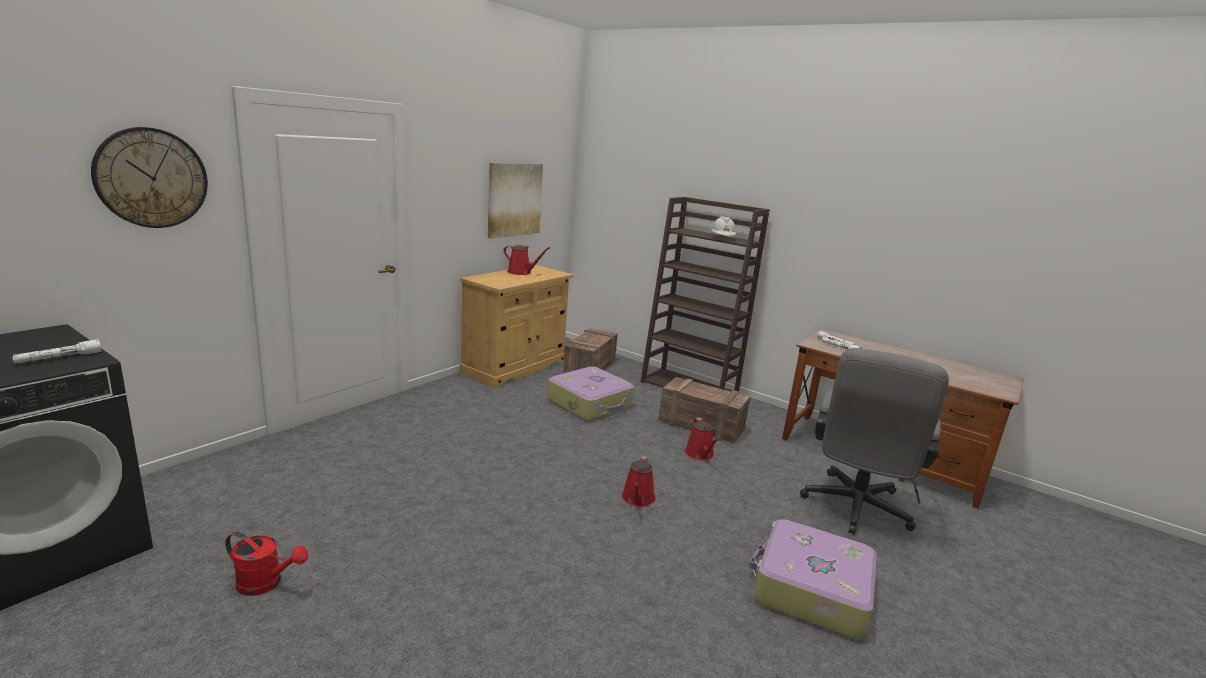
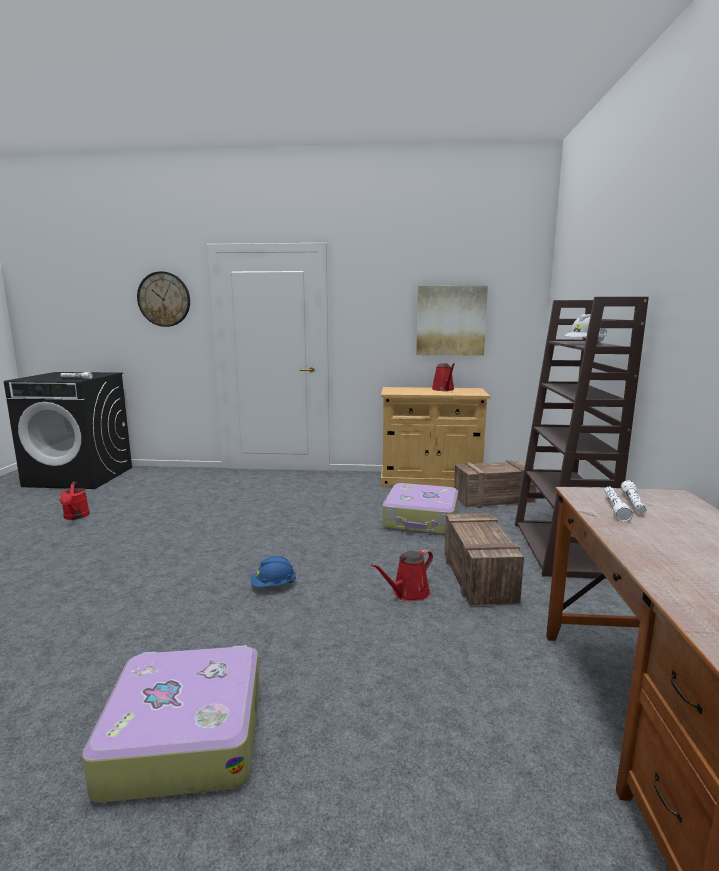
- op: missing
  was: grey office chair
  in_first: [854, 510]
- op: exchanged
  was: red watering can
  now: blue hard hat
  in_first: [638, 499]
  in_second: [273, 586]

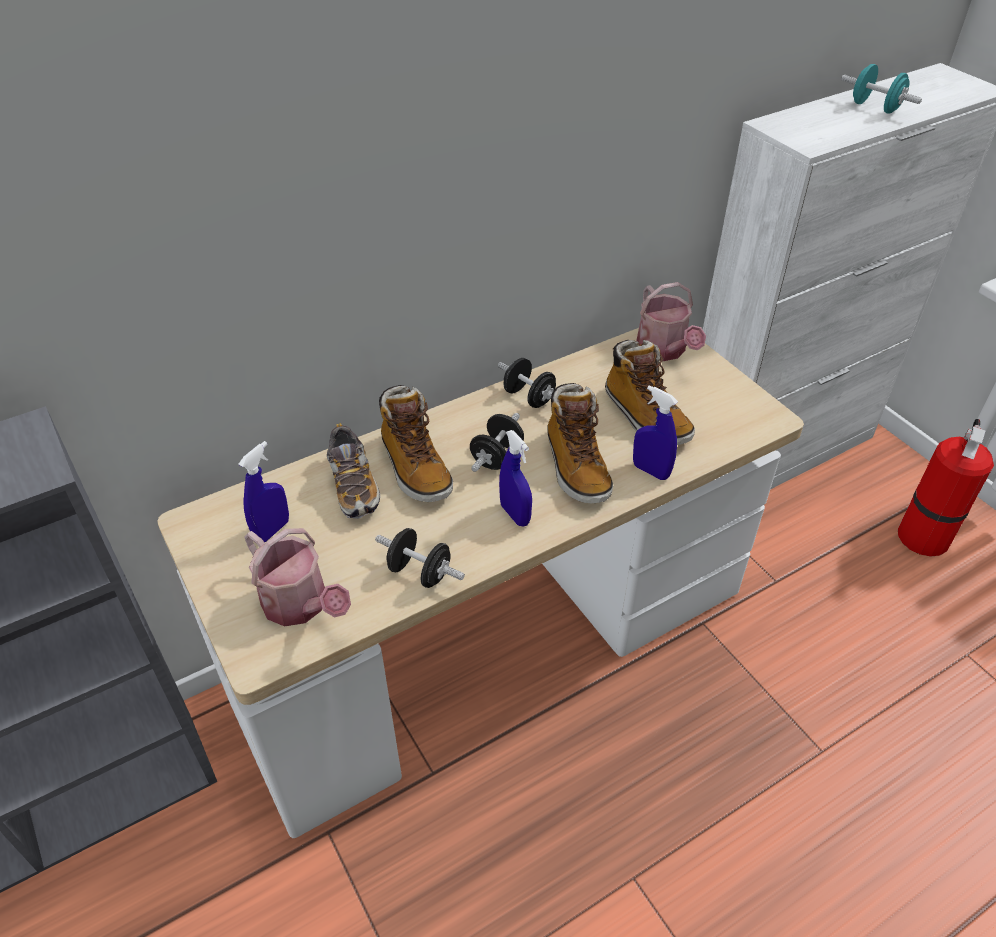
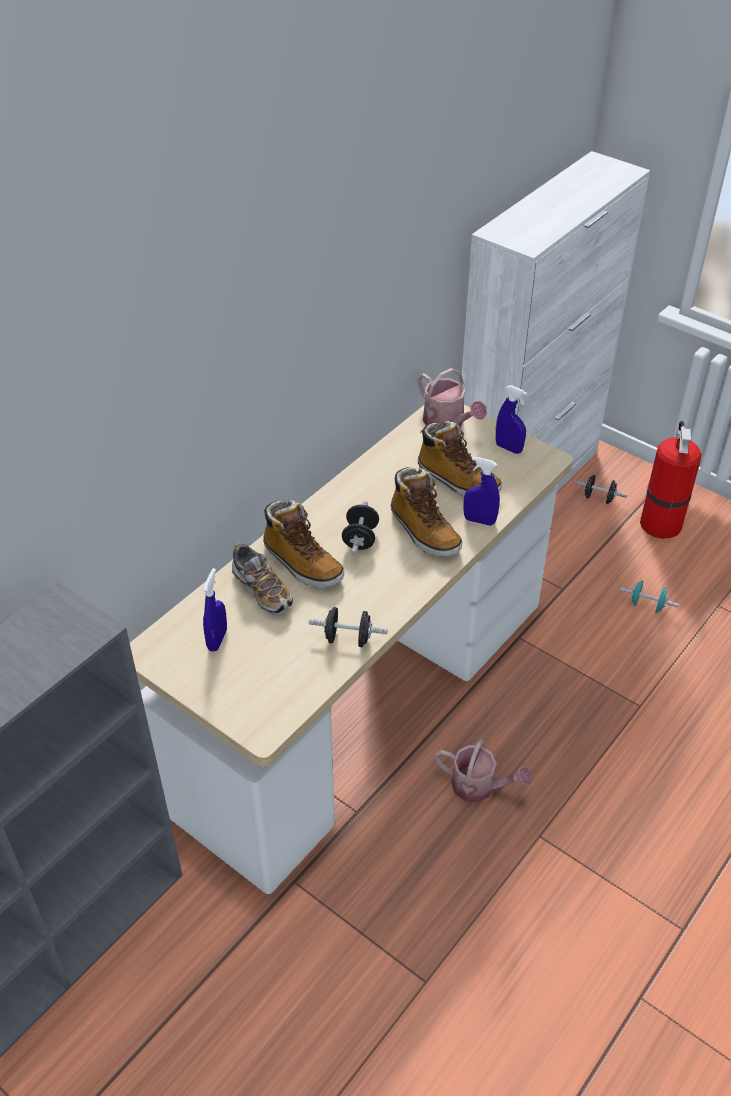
- op: relocated
  was: turquoise dumbbell
  in_first: [875, 107]
  in_second: [647, 605]
- op: relocated
  was: black dumbbell
  in_first: [529, 397]
  in_second: [598, 498]
- op: relocated
  was: blue spray bottle
  in_first: [515, 514]
  in_second: [508, 448]
- op: relocated
  was: watering can
  in_first: [301, 605]
  in_second: [479, 786]

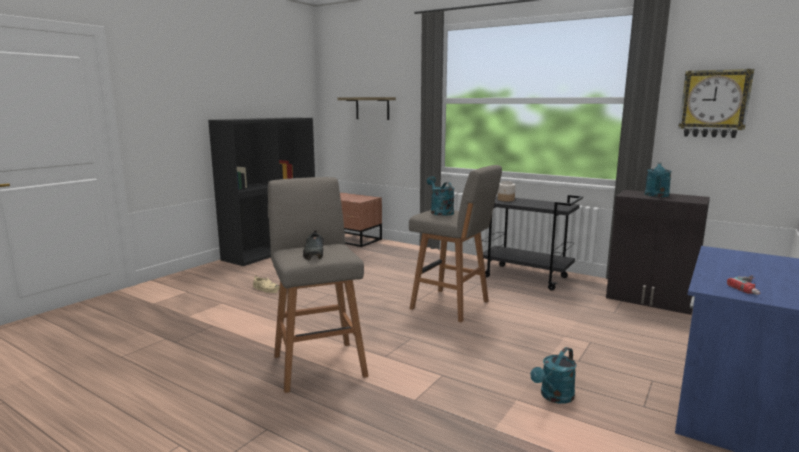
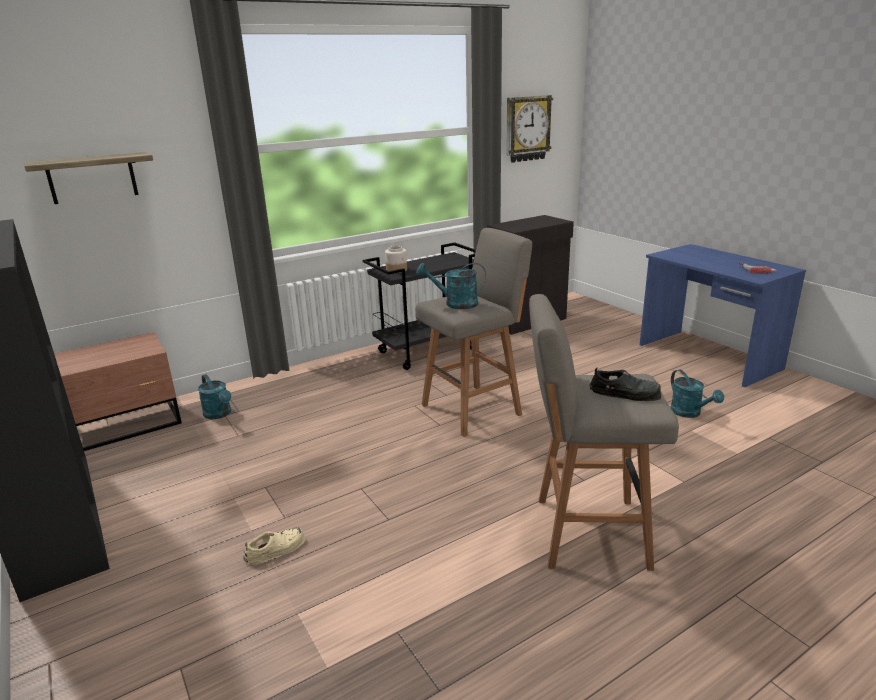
- op: relocated
  was: turquoise watering can
  in_first: [656, 195]
  in_second: [219, 414]

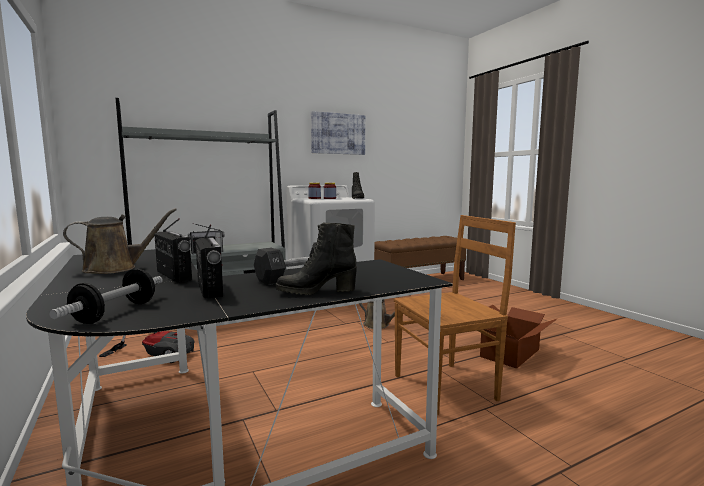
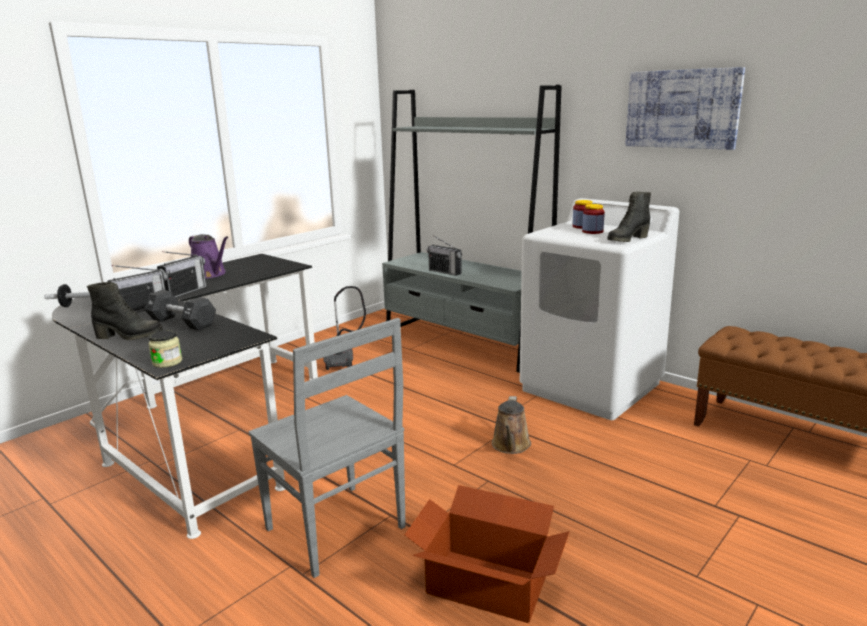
- op: colour
  was: brown watering can
  now: purple watering can
  in_first: [116, 268]
  in_second: [210, 274]
- op: colour
  was: brown chair
  now: grey chair
  in_first: [447, 387]
  in_second: [337, 530]
- op: spun
  was: black boot
  in_first: [316, 291]
  in_second: [129, 336]
  clockwise: 120
- op: appeared
  now: jar
  in_second: [167, 362]

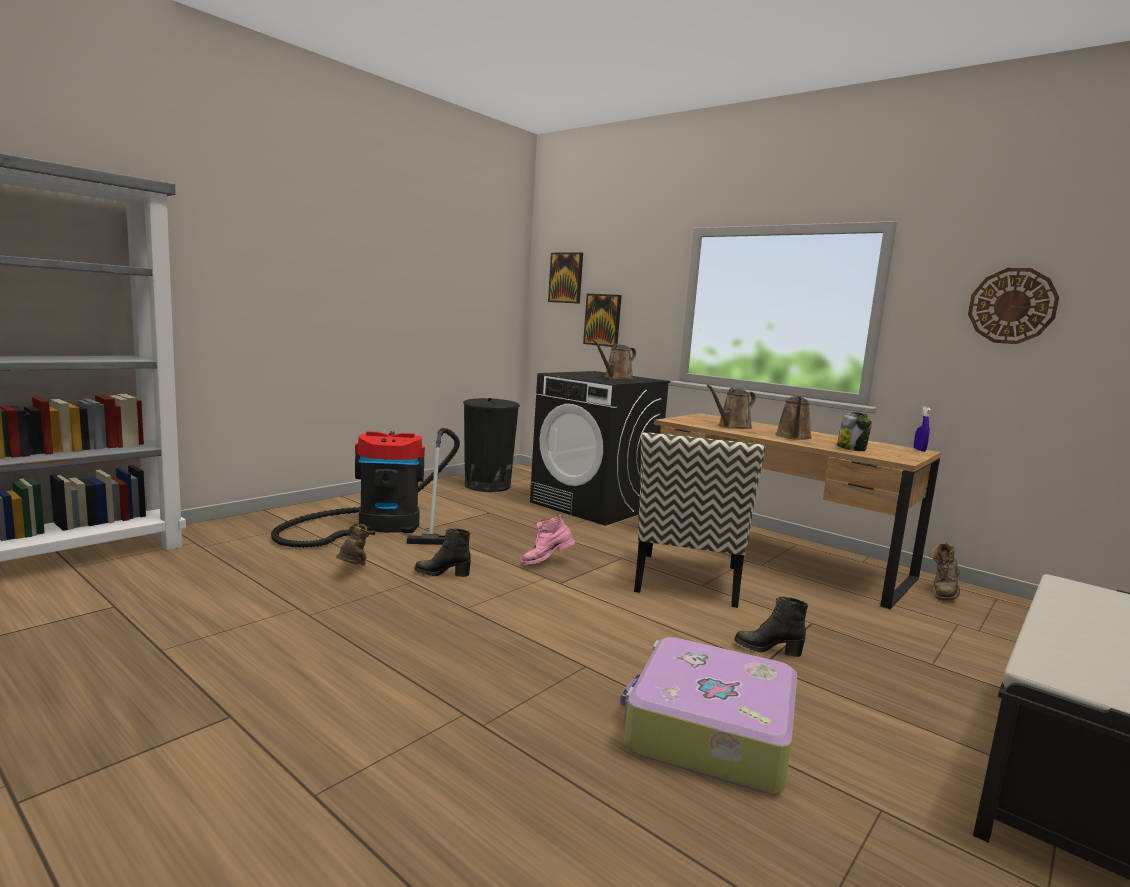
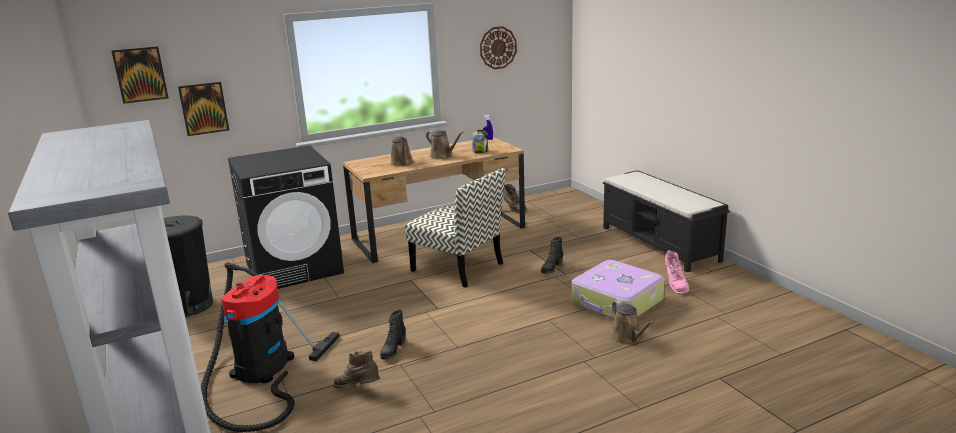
- op: relocated
  was: brown watering can
  in_first: [616, 378]
  in_second: [628, 338]
- op: relocated
  was: pink boot
  in_first: [546, 562]
  in_second: [675, 286]

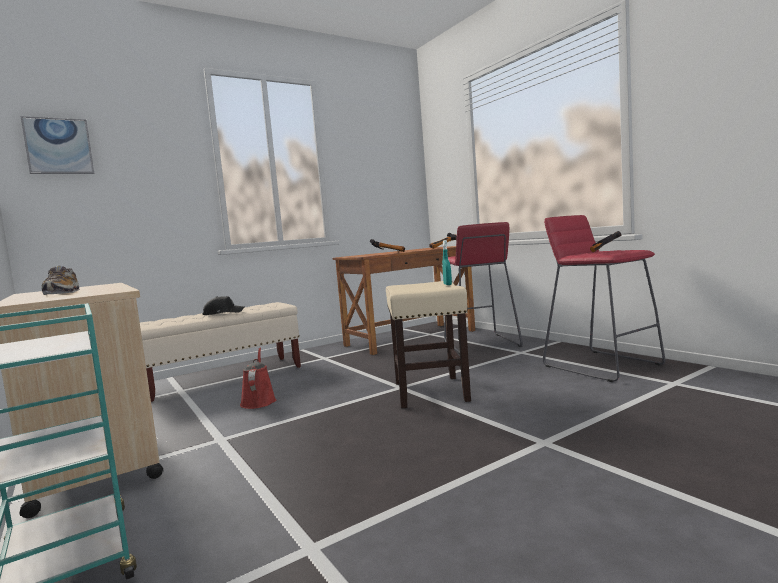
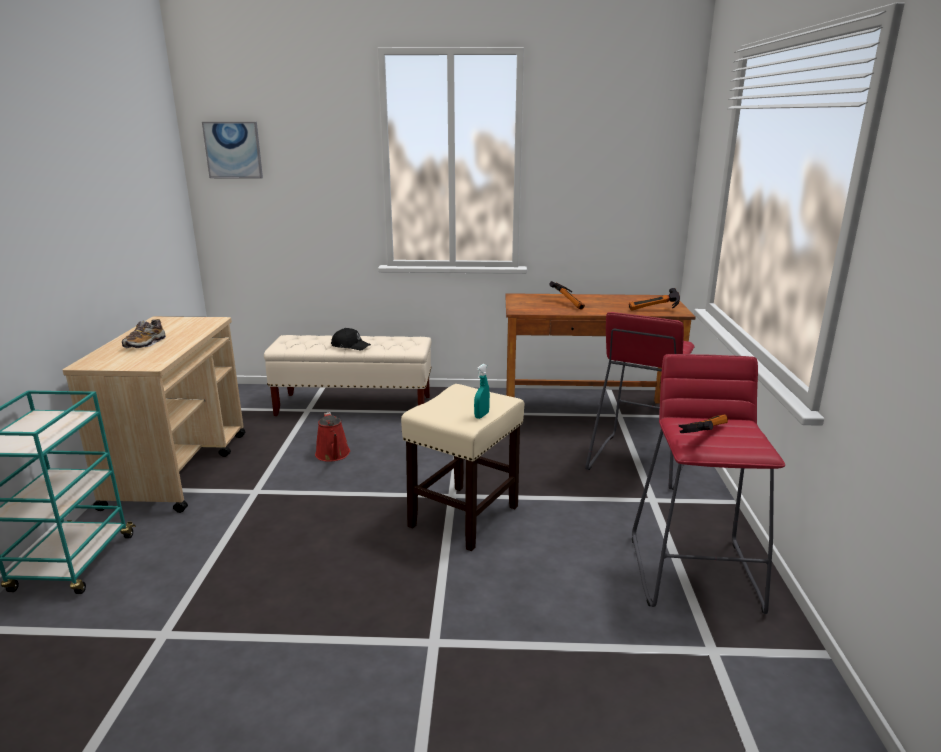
- op: spun
  was: red watering can
  in_first: [258, 401]
  in_second: [333, 455]
  clockwise: 135

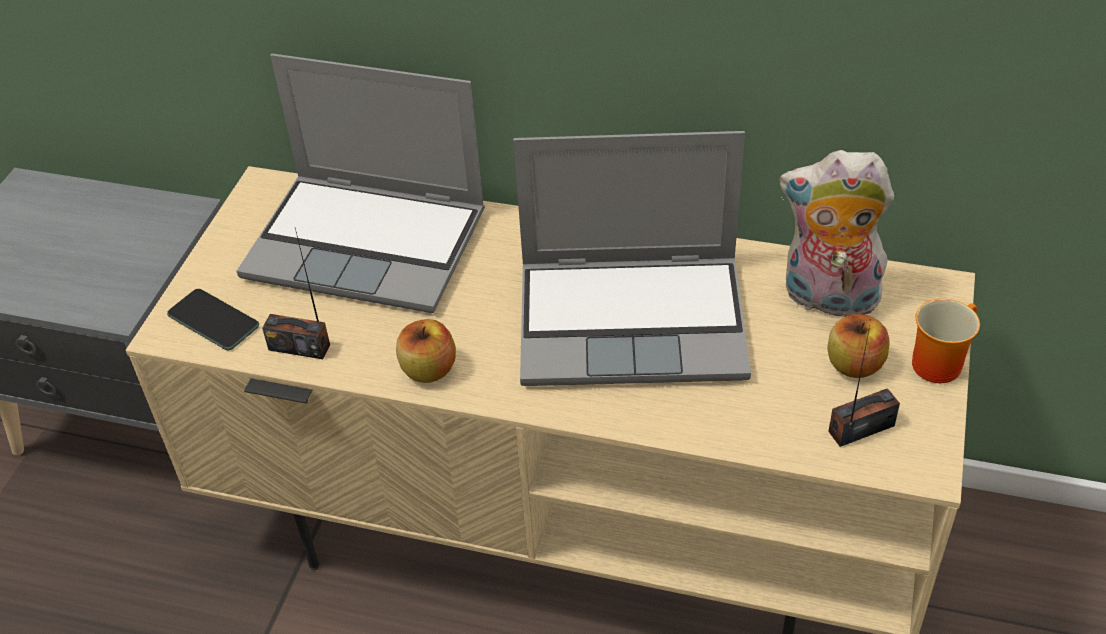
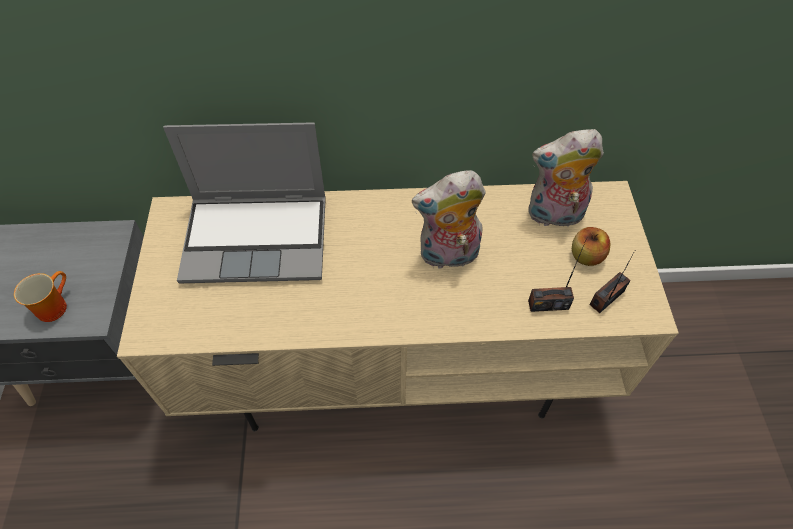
- op: exchanged
  was: laptop
  now: plush toy
  in_first: [634, 321]
  in_second: [448, 256]
- op: relocated
  was: radio
  in_first: [299, 347]
  in_second: [548, 304]
- op: missing
  was: phone
  in_first: [213, 320]
- op: relocated
  was: mug
  in_first: [936, 360]
  in_second: [53, 305]
- op: missing
  was: apple
  in_first: [429, 369]

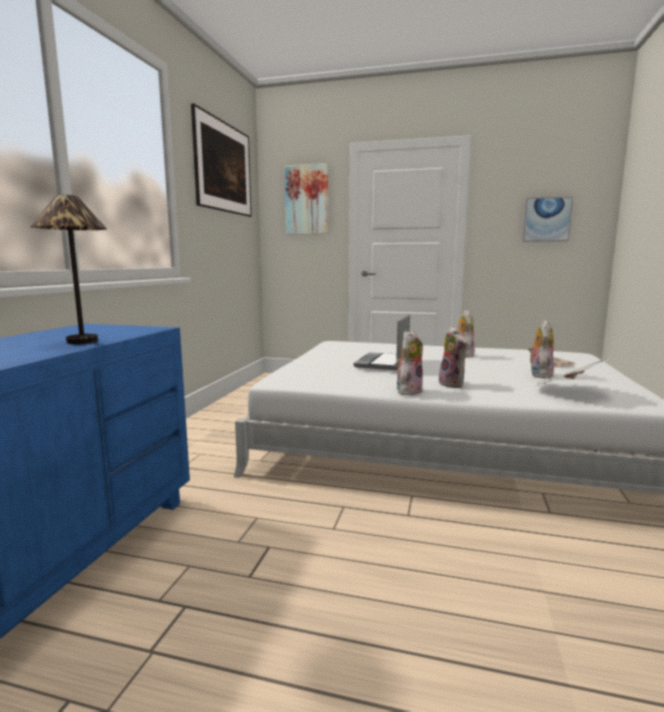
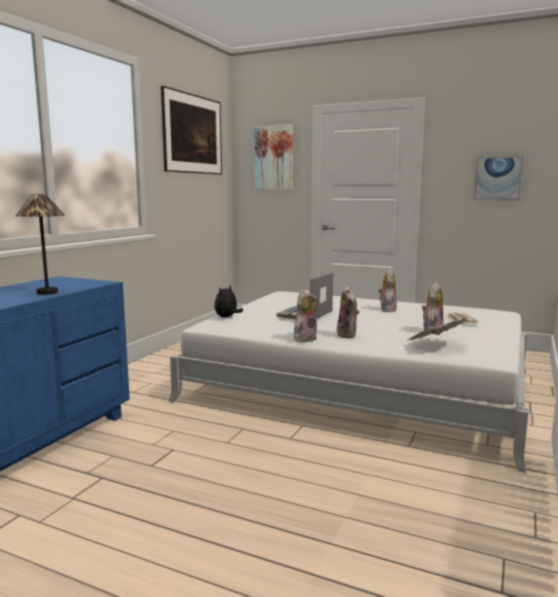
- op: appeared
  now: plush toy
  in_second: [227, 317]

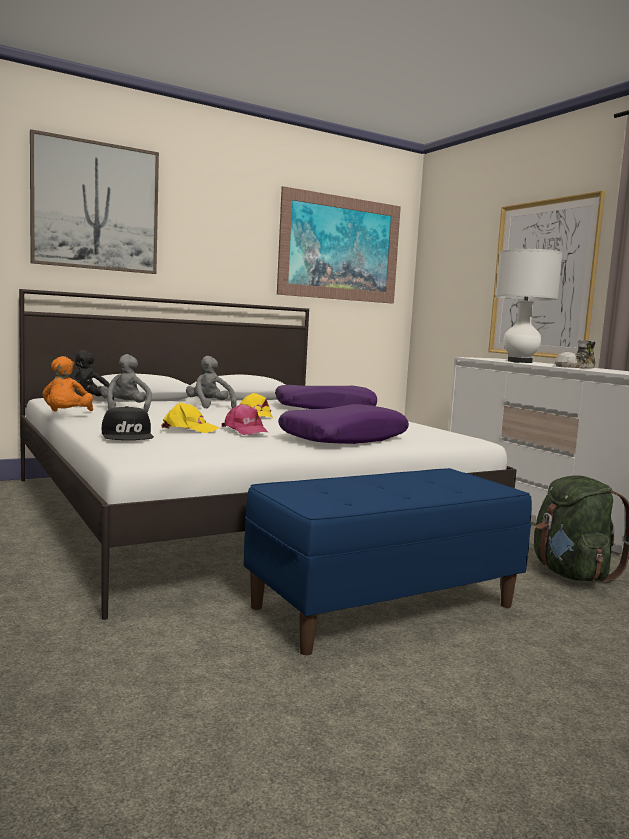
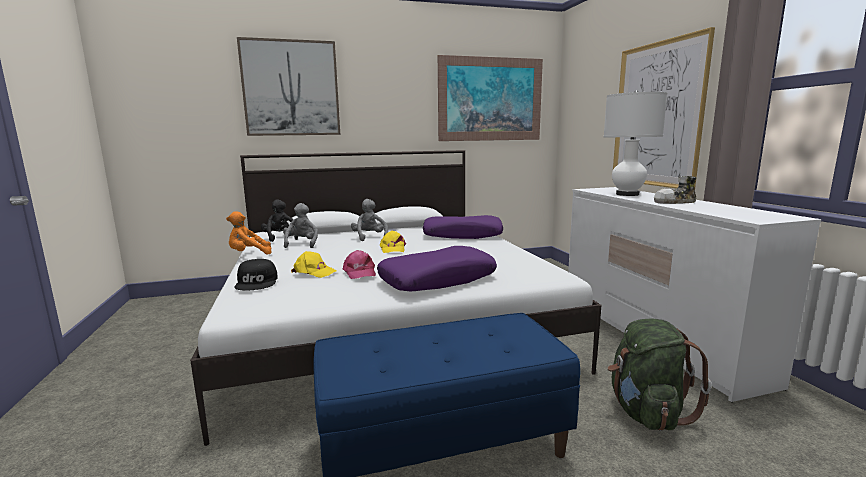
- op: spun
  was: orange plush toy
  in_first: [67, 415]
  in_second: [249, 254]
  clockwise: 60

